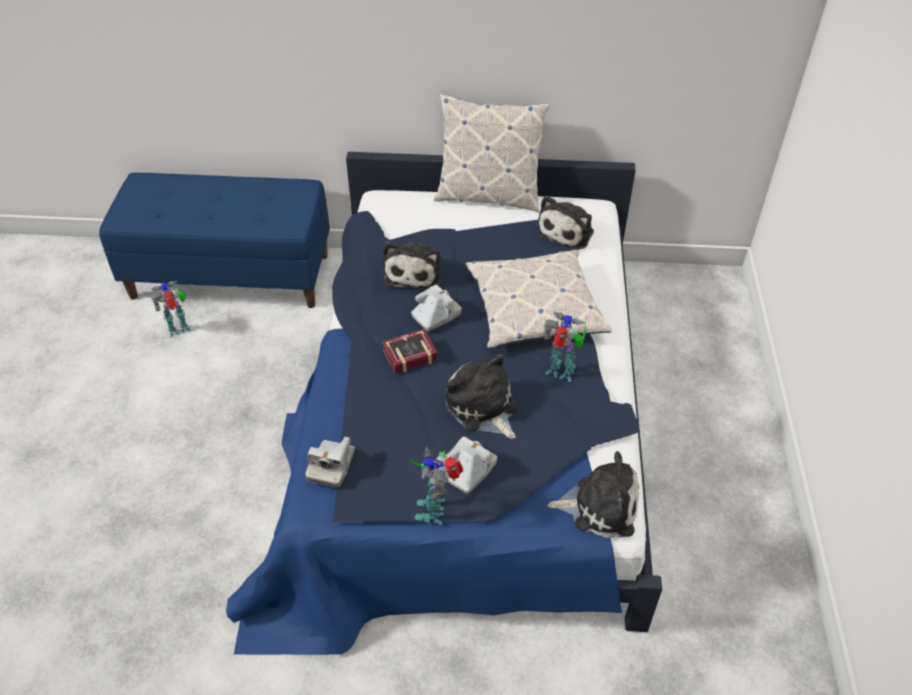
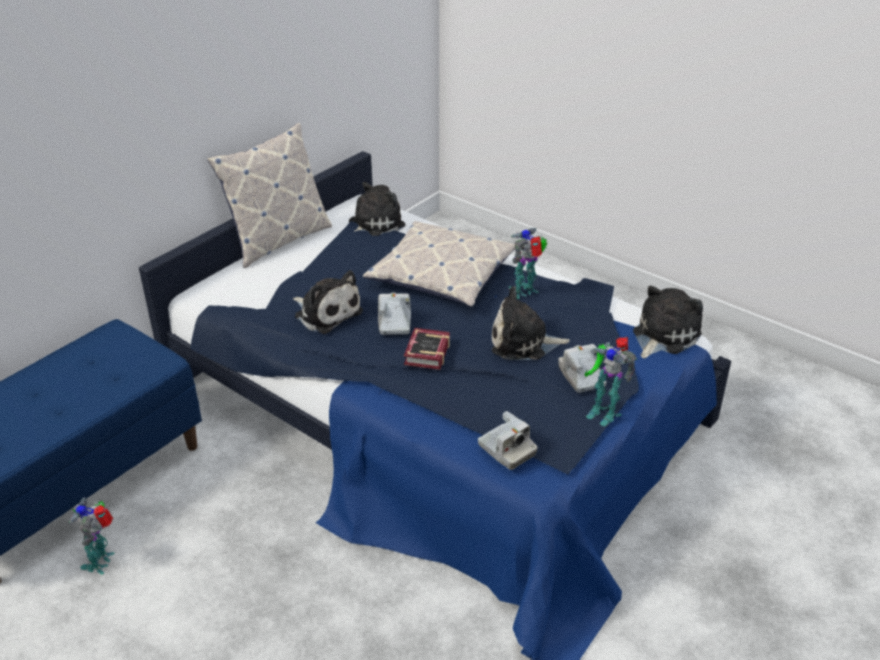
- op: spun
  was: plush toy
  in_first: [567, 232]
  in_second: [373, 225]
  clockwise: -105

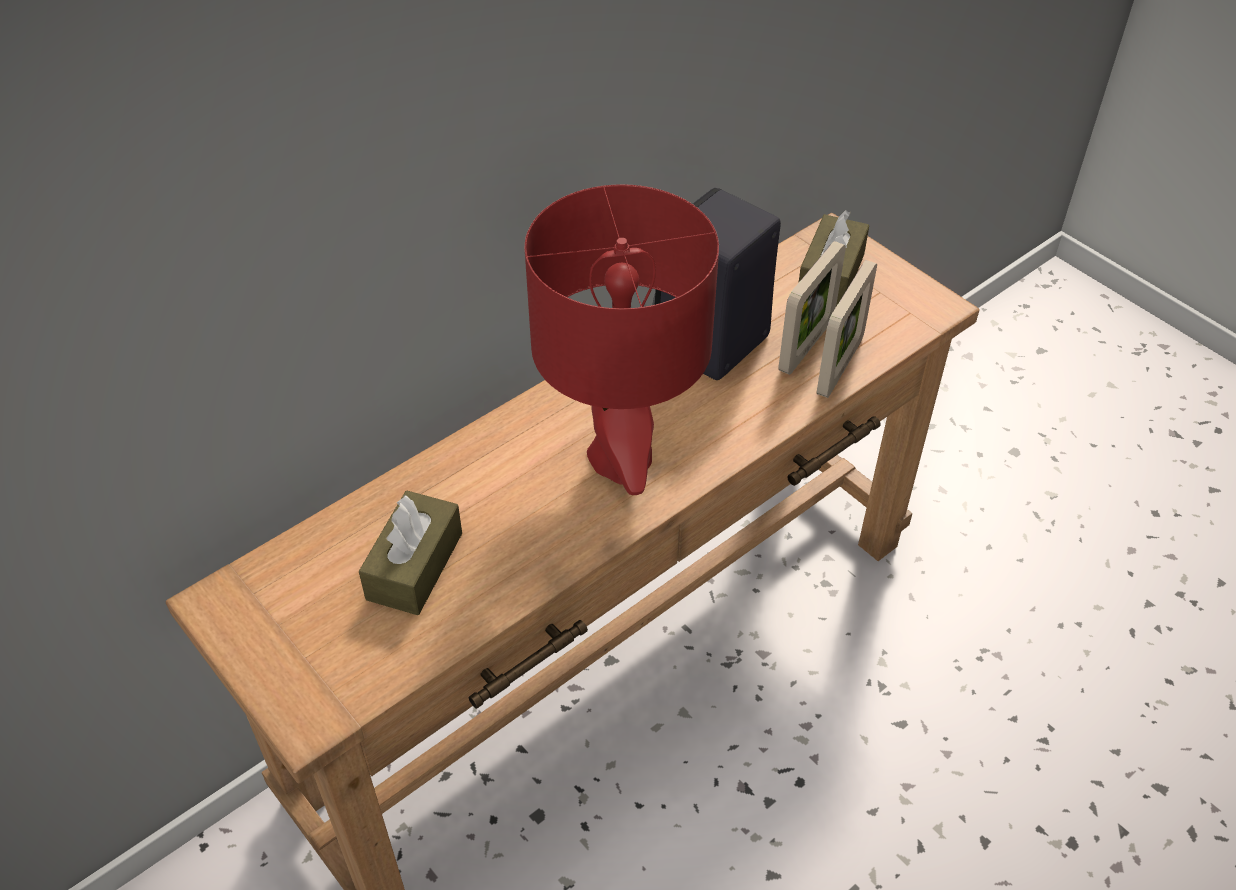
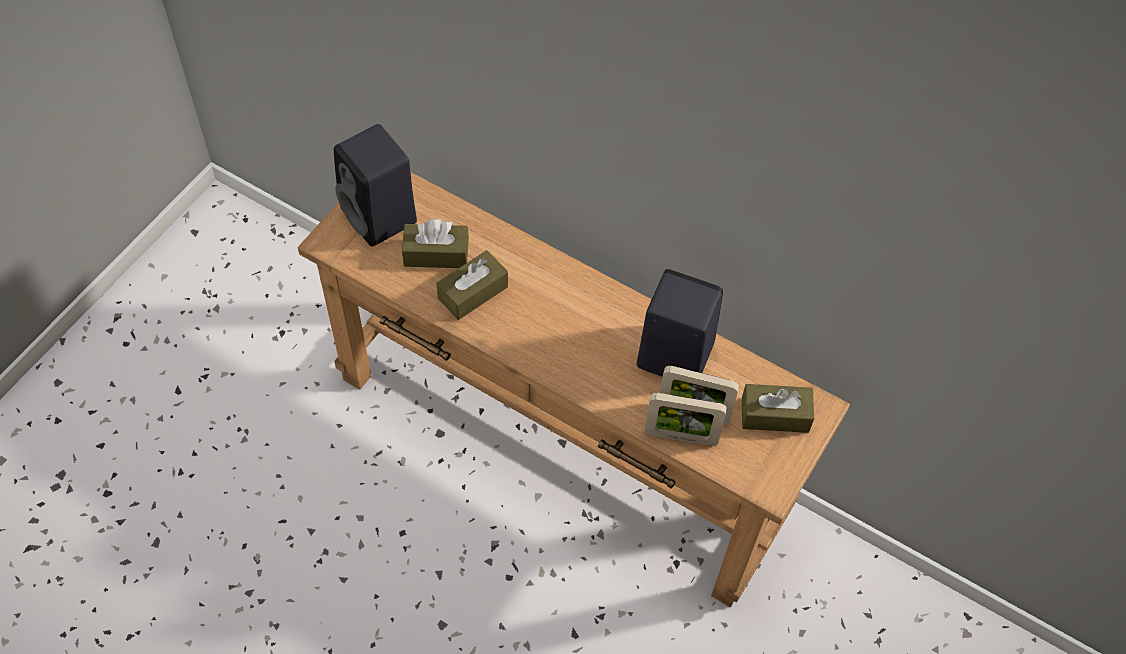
- op: missing
  was: red table lamp
  in_first: [621, 458]
- op: appeared
  now: black speaker
  in_second: [381, 218]
- op: appeared
  now: brown tissue box
  in_second: [473, 292]

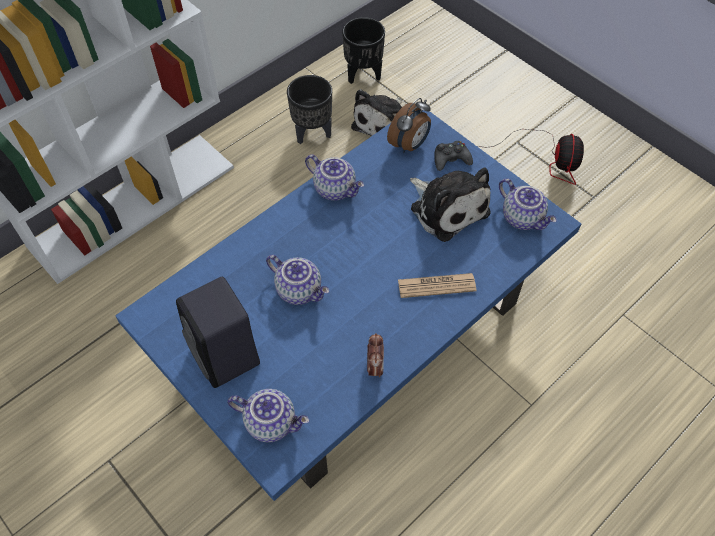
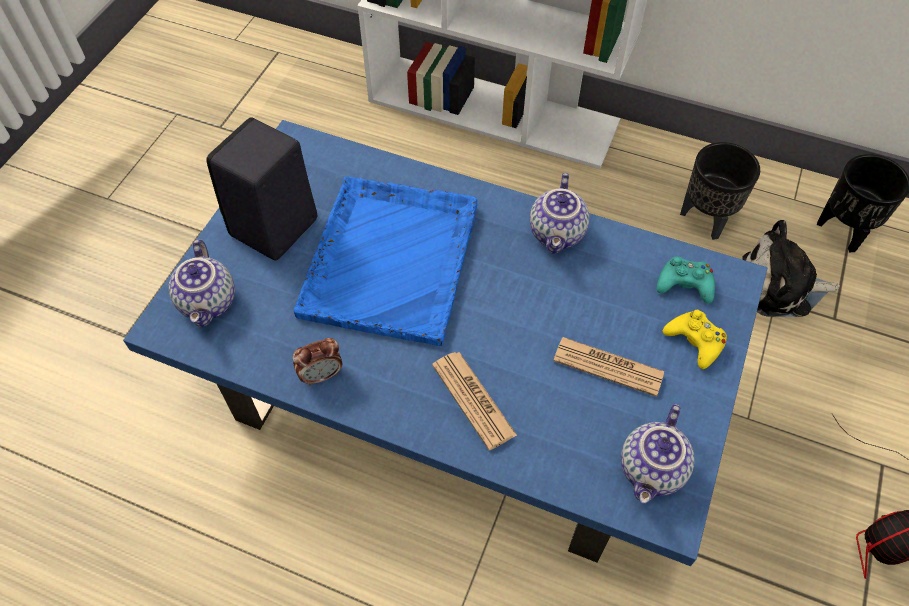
- op: exchanged
  was: alarm clock
  now: turquoise game controller
  in_first: [409, 145]
  in_second: [685, 284]
- op: colour
  was: black game controller
  now: yellow game controller
  in_first: [451, 159]
  in_second: [695, 341]
- op: exchanged
  was: plush toy
  now: newspaper
  in_first: [447, 207]
  in_second: [608, 366]
- op: exchanged
  was: teapot
  now: blue tray
  in_first: [300, 290]
  in_second: [391, 258]

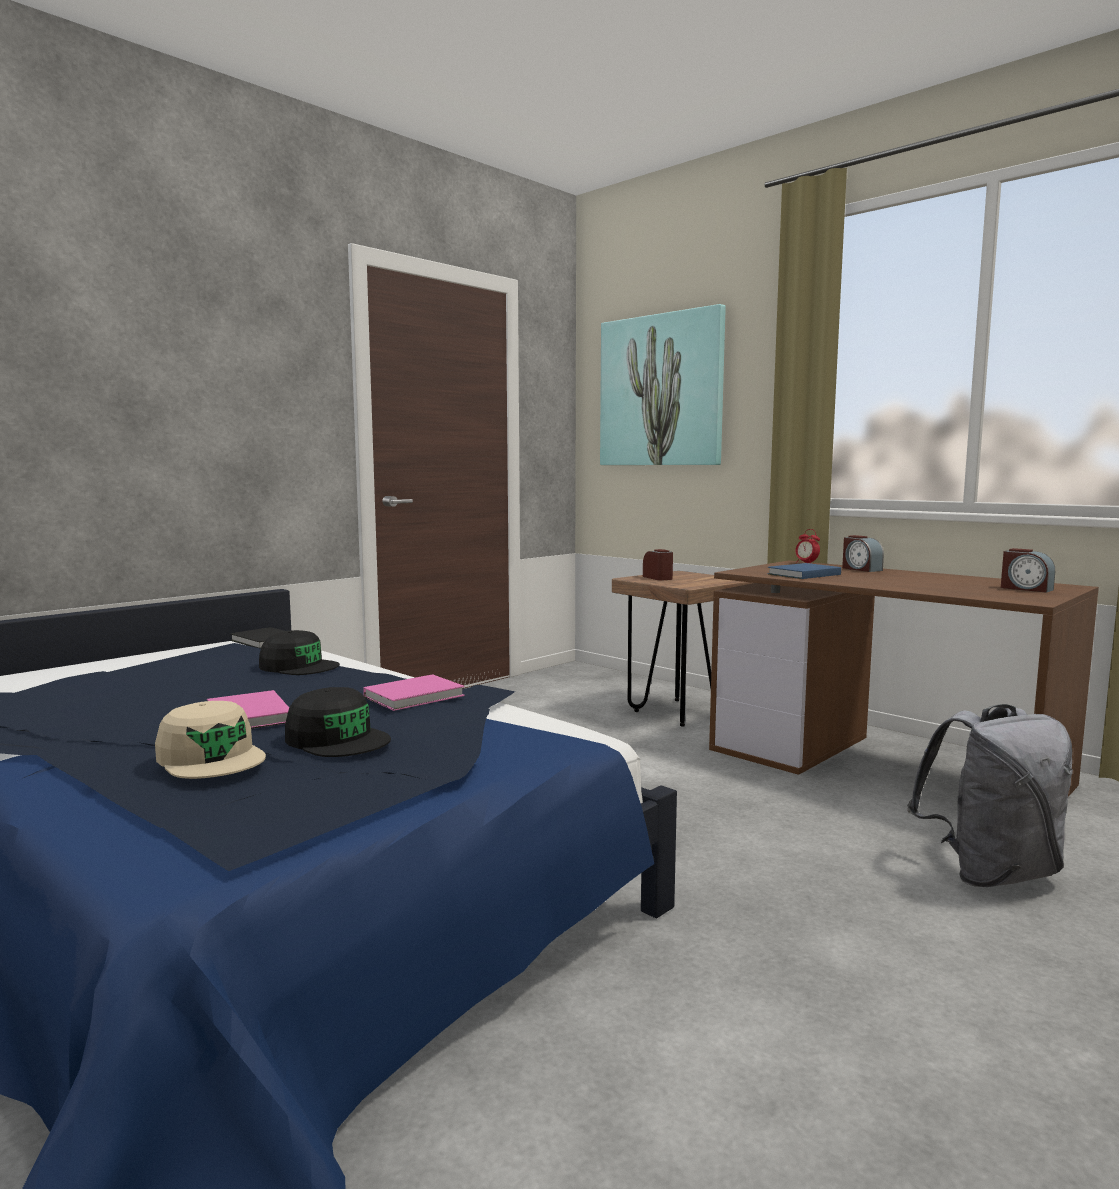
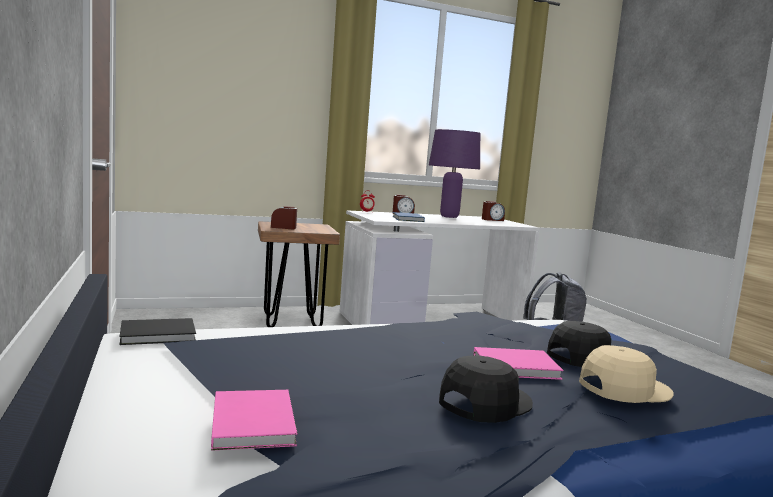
- op: missing
  was: picture
  in_first: [661, 391]
- op: colour
  was: brown desk
  now: white desk
  in_first: [885, 767]
  in_second: [432, 321]
- op: relocated
  was: black cap
  in_first: [299, 666]
  in_second: [484, 402]
- op: relocated
  was: pink book
  in_first: [417, 696]
  in_second: [254, 421]
- op: appeared
  now: purple table lamp
  in_second: [449, 217]

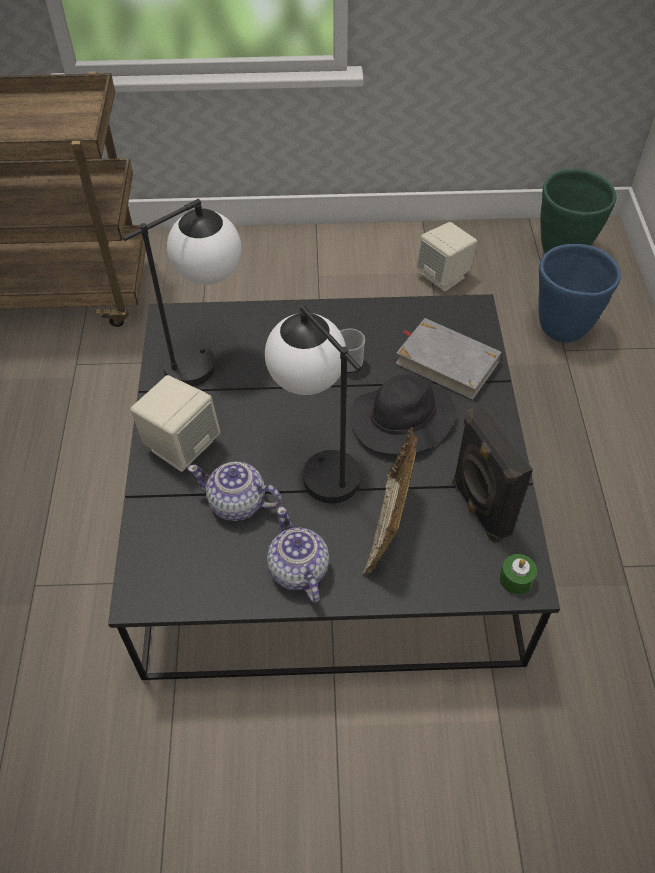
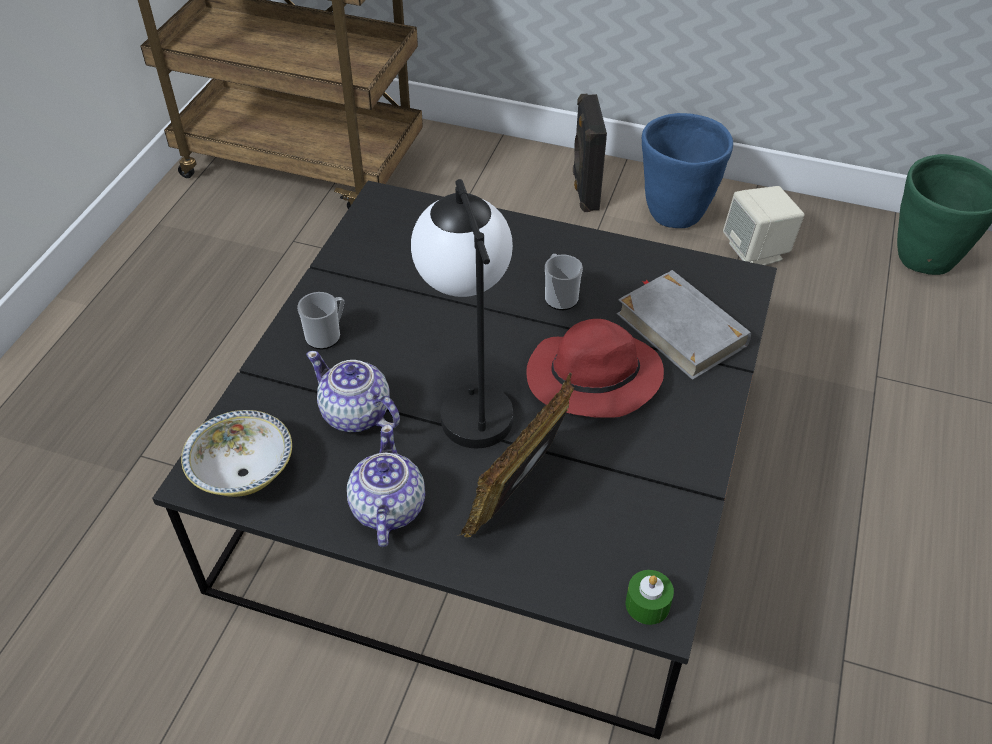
- op: missing
  was: table lamp
  in_first: [207, 356]
- op: relocated
  was: blue planter
  in_first: [562, 327]
  in_second: [674, 213]
- op: colour
  was: black hat
  now: red hat
  in_first: [401, 421]
  in_second: [591, 379]
- op: exchanged
  was: beige speaker
  now: mug
  in_first: [182, 445]
  in_second: [326, 335]
- op: relocated
  was: black speaker
  in_first: [479, 508]
  in_second: [584, 191]
- op: appeared
  now: bowl
  in_second: [243, 472]

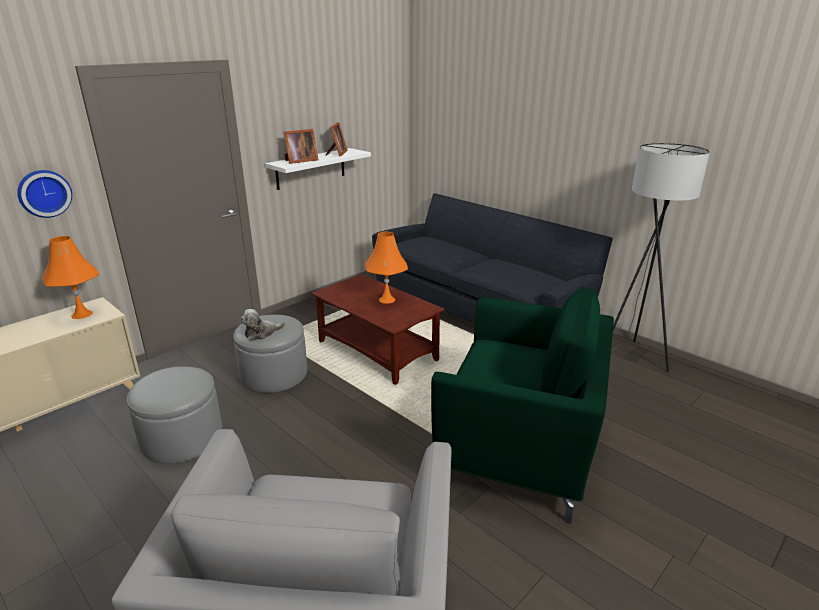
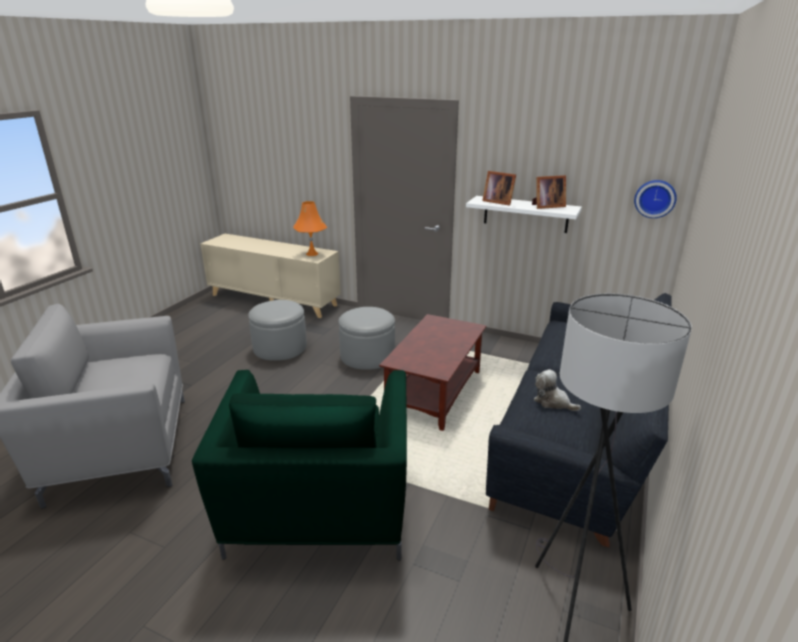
- op: relocated
  was: wall clock
  in_first: [44, 193]
  in_second: [655, 198]
- op: missing
  was: orange table lamp
  in_first: [386, 300]
- op: relocated
  was: plush toy
  in_first: [261, 333]
  in_second: [553, 402]

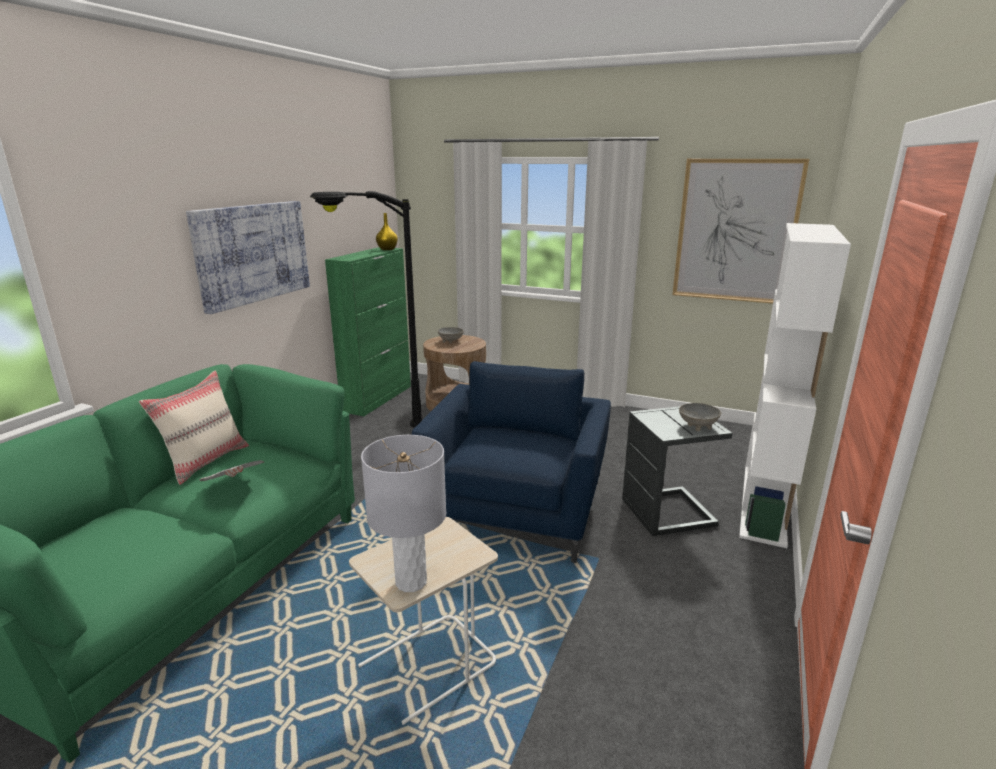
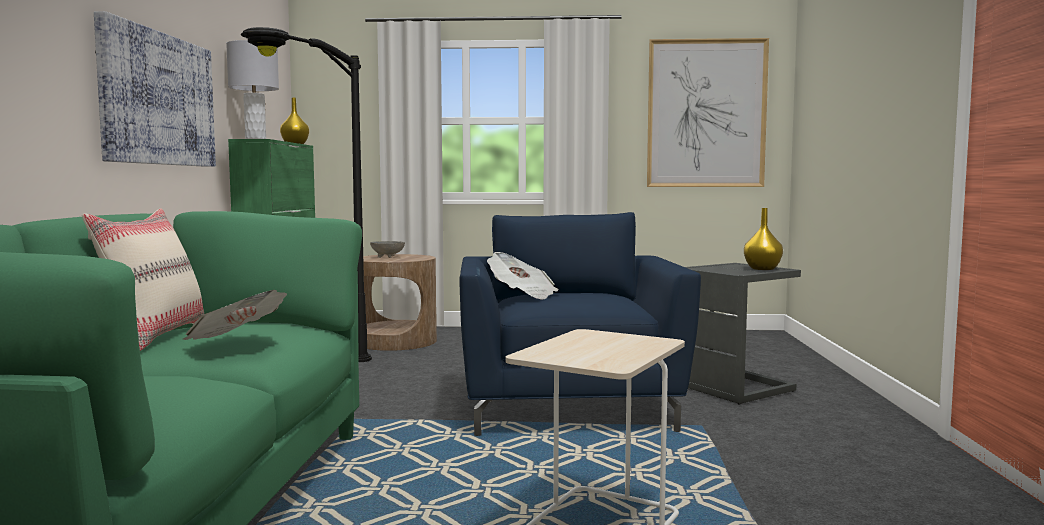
- op: missing
  was: white bookcase
  in_first: [764, 503]
- op: exchanged
  was: grey bowl
  now: yellow vase
  in_first: [697, 426]
  in_second: [762, 269]
- op: relocated
  was: grey table lamp
  in_first: [411, 582]
  in_second: [256, 139]
- op: appeared
  now: newspaper
  in_second: [523, 295]

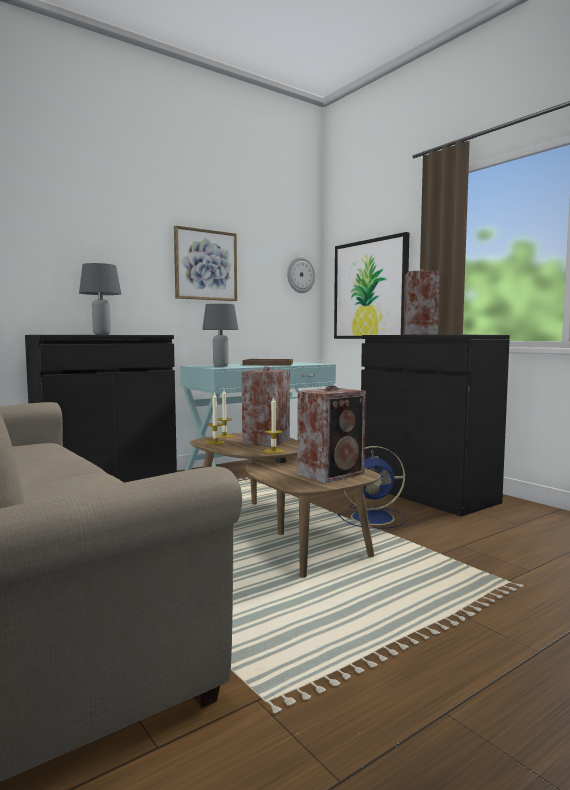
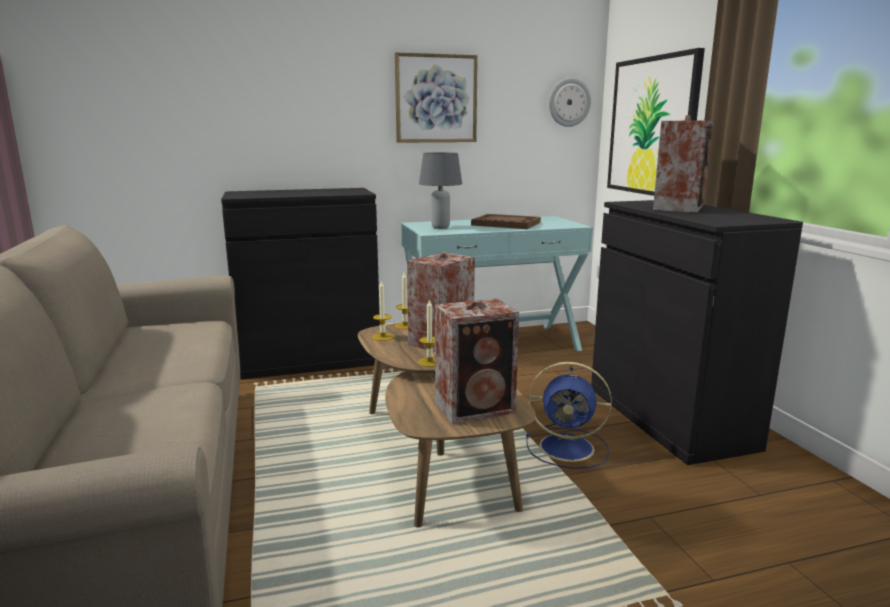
- op: missing
  was: grey table lamp
  in_first: [102, 334]

